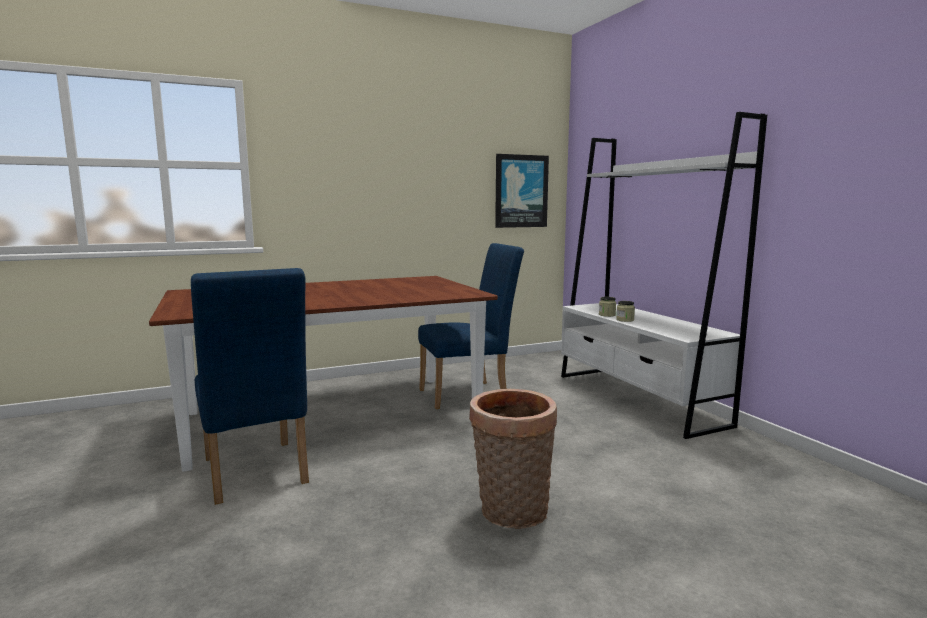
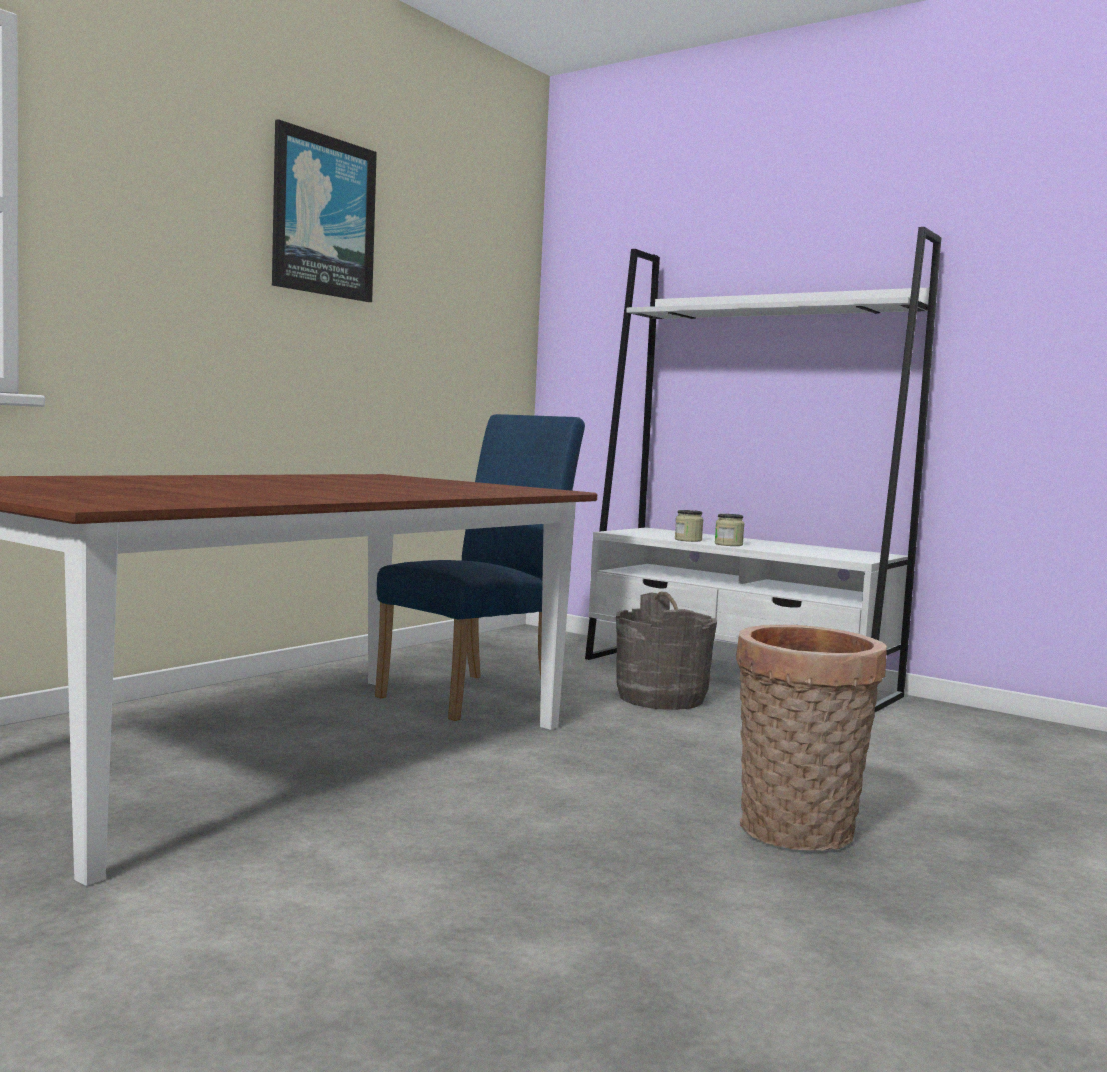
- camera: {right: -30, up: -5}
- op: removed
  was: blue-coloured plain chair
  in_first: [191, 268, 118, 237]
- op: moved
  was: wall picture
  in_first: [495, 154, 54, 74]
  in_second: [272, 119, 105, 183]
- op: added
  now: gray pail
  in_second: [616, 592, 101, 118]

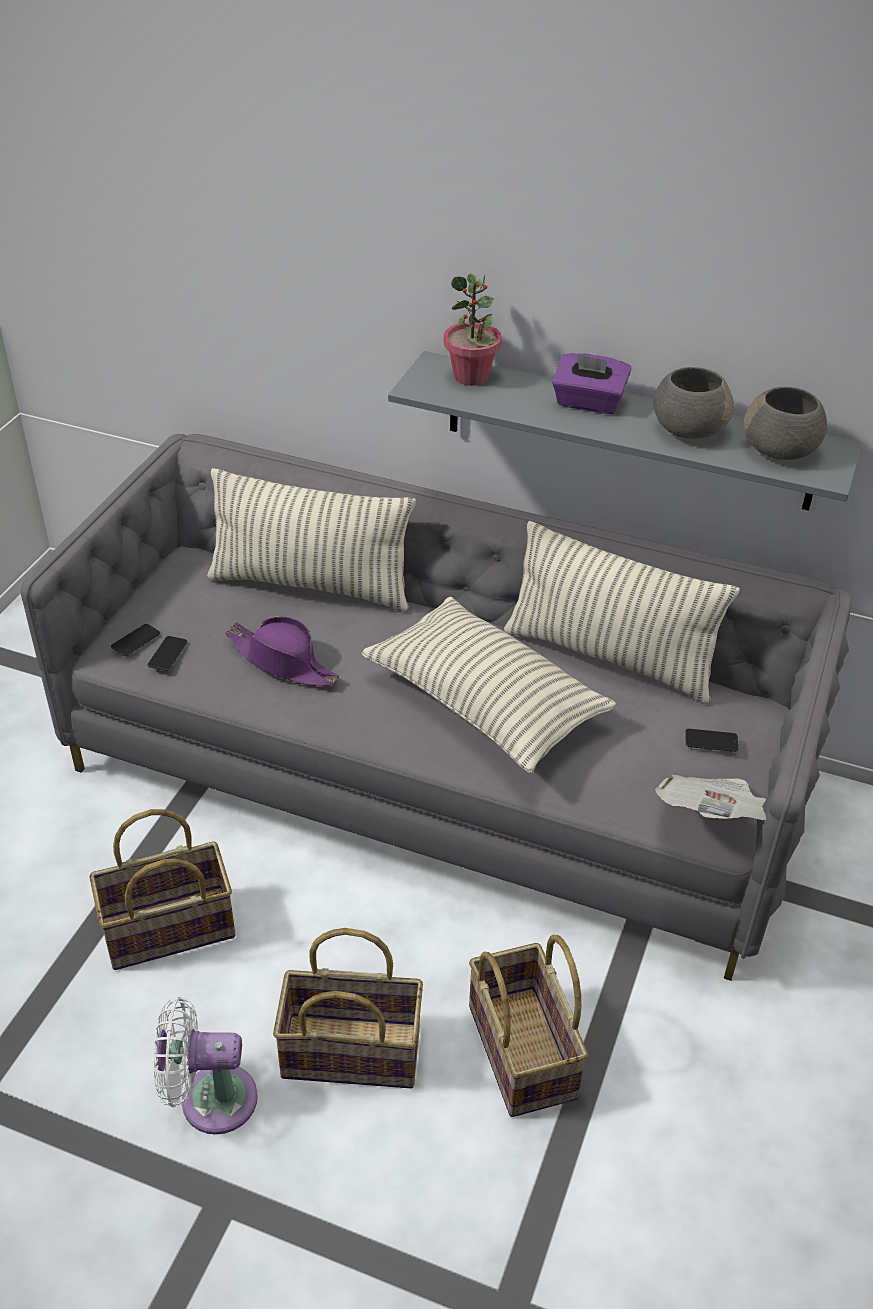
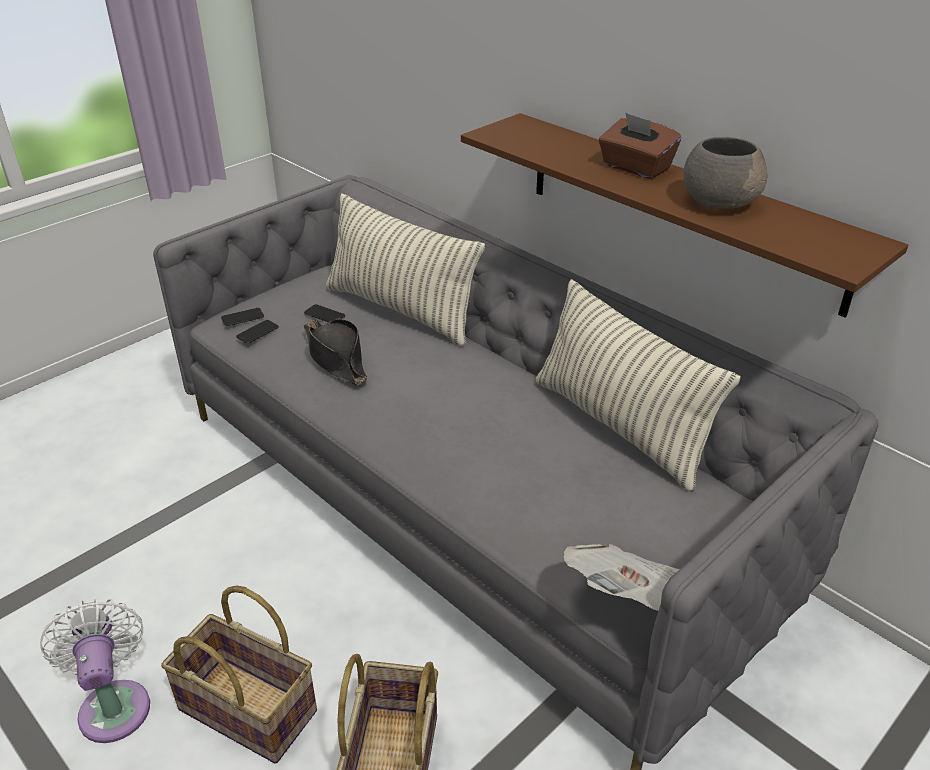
- camera: {right: 25, up: -5}
- op: removed
  was: household basket
  in_first: [89, 809, 147, 161]
- op: turned
  was: white cooling fan
  in_first: [154, 997, 104, 138]
  in_second: [40, 598, 110, 145]
  clockwise: 45
- op: recoloured
  was: purple wearable hat
  now: blackish wearable hat
  in_first: [225, 616, 114, 70]
  in_second: [304, 319, 64, 66]
- op: removed
  was: pillow
  in_first: [361, 597, 255, 177]
- op: recoloured
  was: gray wall shelf
  now: brownish wall shelf
  in_first: [388, 351, 475, 160]
  in_second: [461, 113, 447, 205]
- op: removed
  was: plant in a pot
  in_first: [444, 274, 58, 112]
- op: recoloured
  was: purple tissue box
  now: brownish tissue box
  in_first: [552, 353, 79, 61]
  in_second: [599, 112, 82, 67]
- op: moved
  was: phone
  in_first: [685, 729, 53, 23]
  in_second: [304, 304, 41, 18]
- op: removed
  was: gray serving bowl
  in_first: [744, 387, 83, 73]

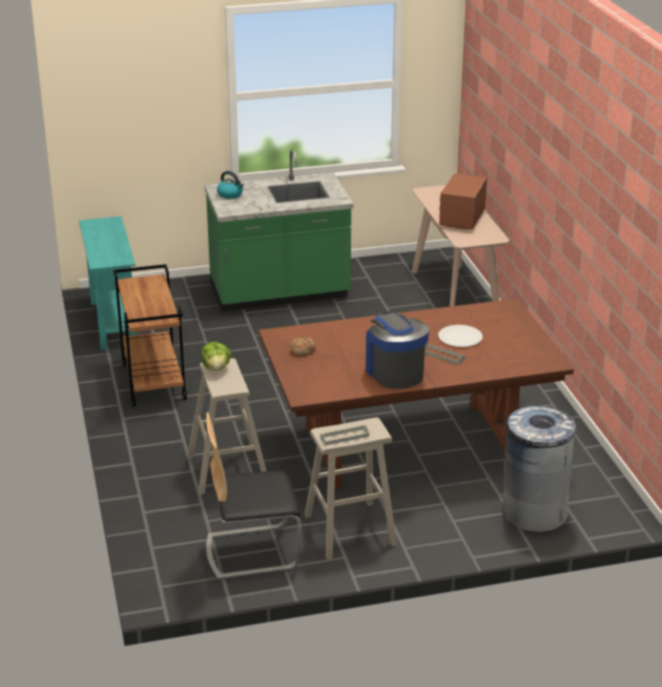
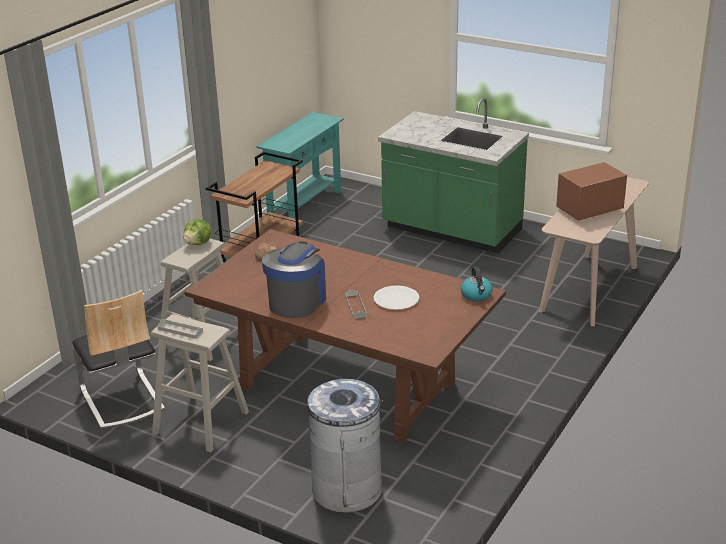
- camera: {right: 45, up: 0}
- op: turned
  was: plain chair
  in_first: [206, 412, 95, 168]
  in_second: [72, 290, 93, 139]
  clockwise: -150
- op: moved
  was: water kettle
  in_first: [217, 171, 27, 28]
  in_second: [460, 267, 33, 35]

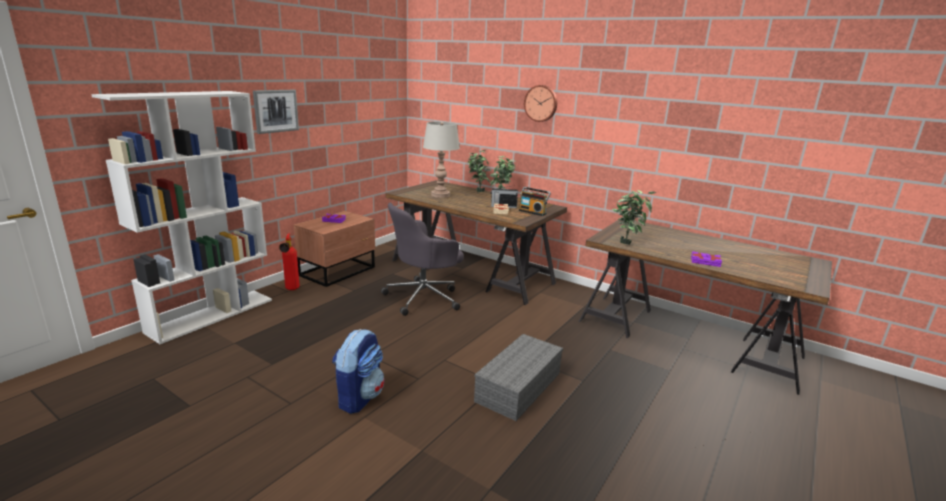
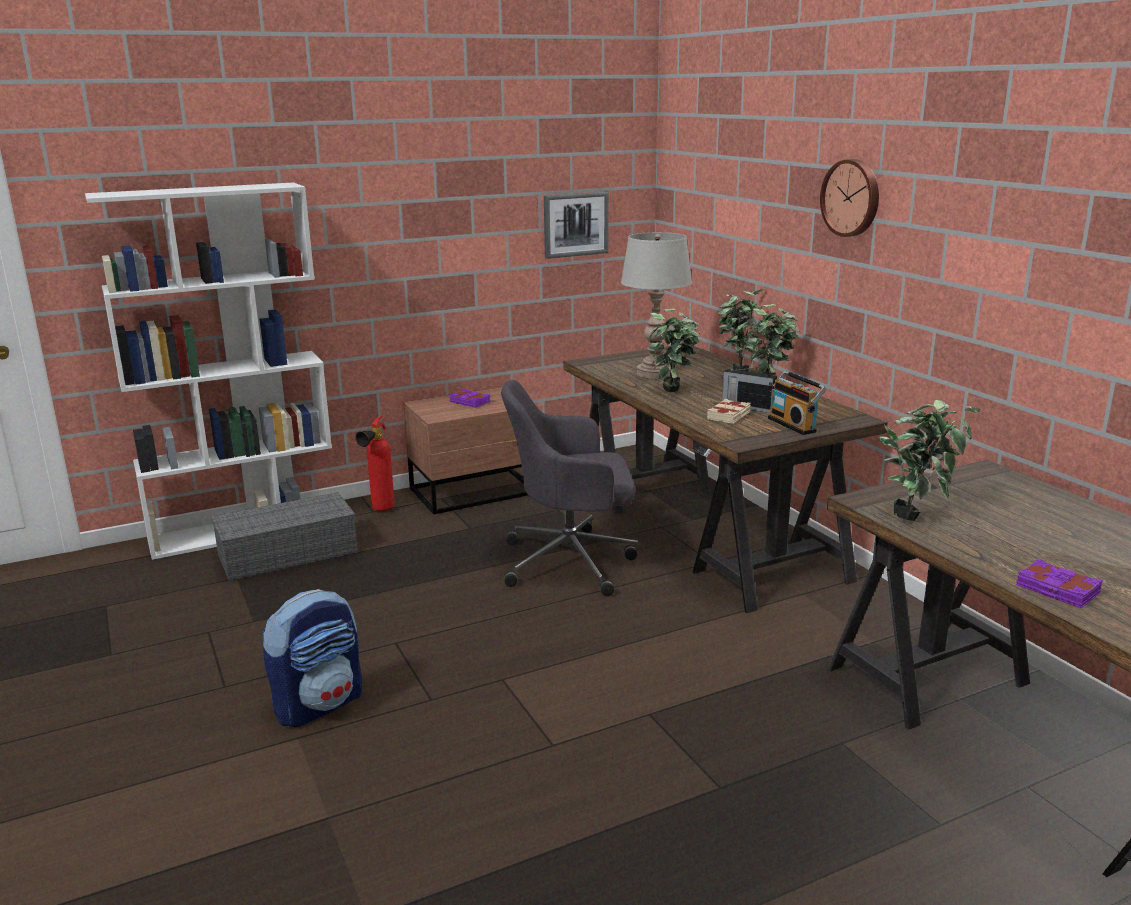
- camera: {right: 30, up: 0}
- op: moved
  was: wall picture
  in_first: [253, 90, 46, 44]
  in_second: [544, 192, 65, 67]
- op: moved
  was: gray storage bin
  in_first: [474, 334, 89, 87]
  in_second: [211, 492, 147, 89]
- op: added
  now: plant in a pot
  in_second: [648, 308, 52, 84]

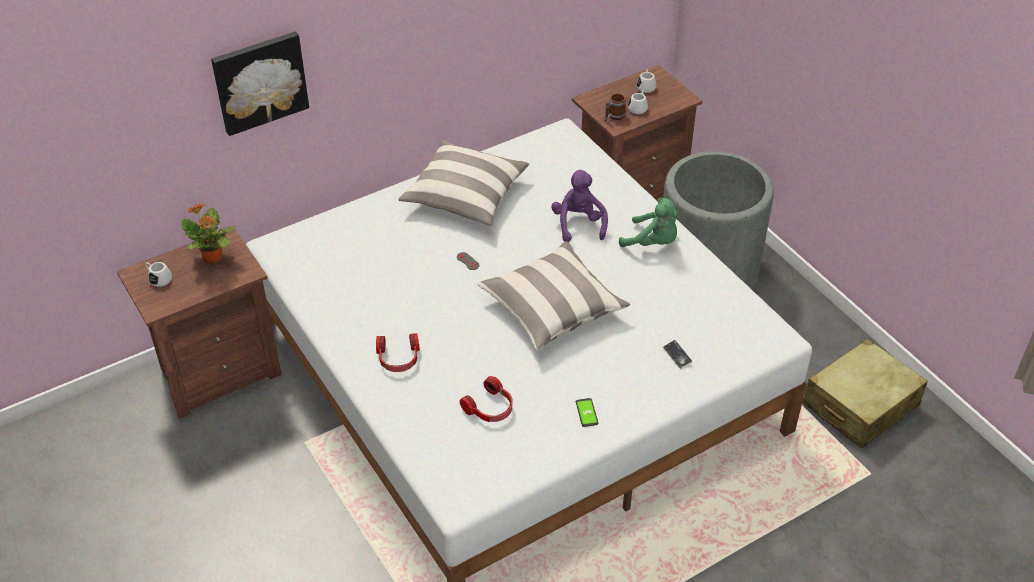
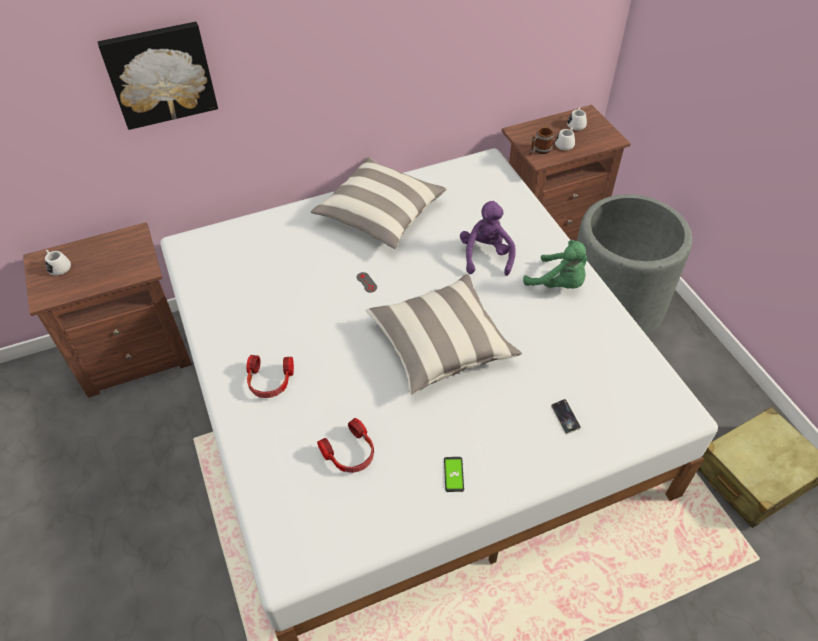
- camera: {right: 10, up: 5}
- op: removed
  was: plant in a pot
  in_first: [181, 204, 55, 60]

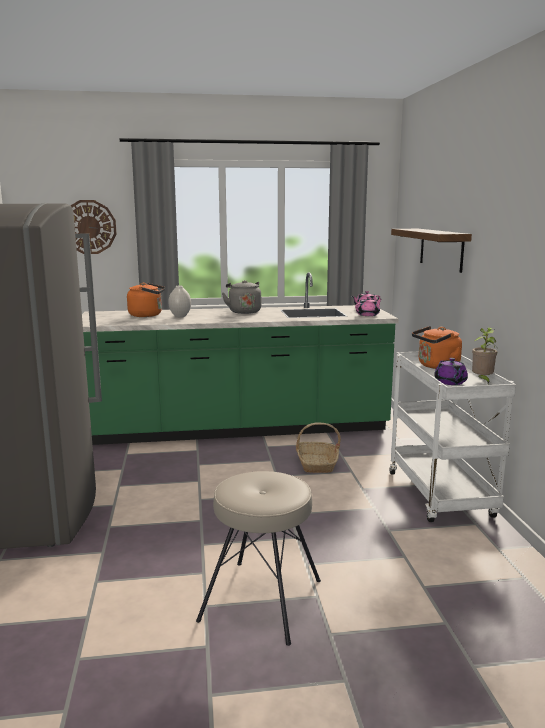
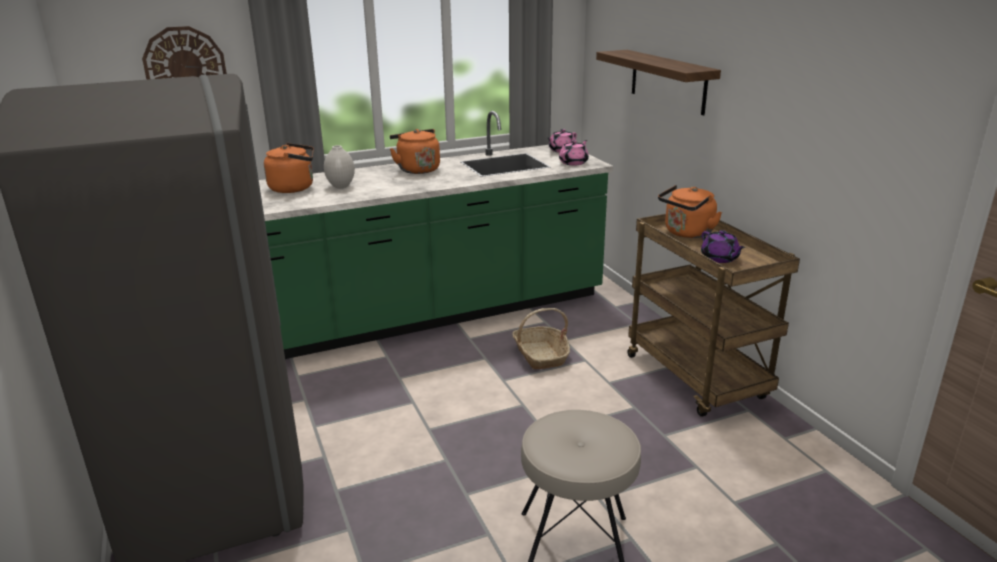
- camera: {right: -15, up: 10}
- op: recoloured
  was: gray water kettle
  now: orange water kettle
  in_first: [222, 280, 39, 34]
  in_second: [390, 129, 50, 45]
- op: recoloured
  was: white wheeled cart
  now: brownish wheeled cart
  in_first: [389, 352, 127, 170]
  in_second: [627, 214, 173, 203]
- op: removed
  was: plant in a pot
  in_first: [472, 327, 25, 57]

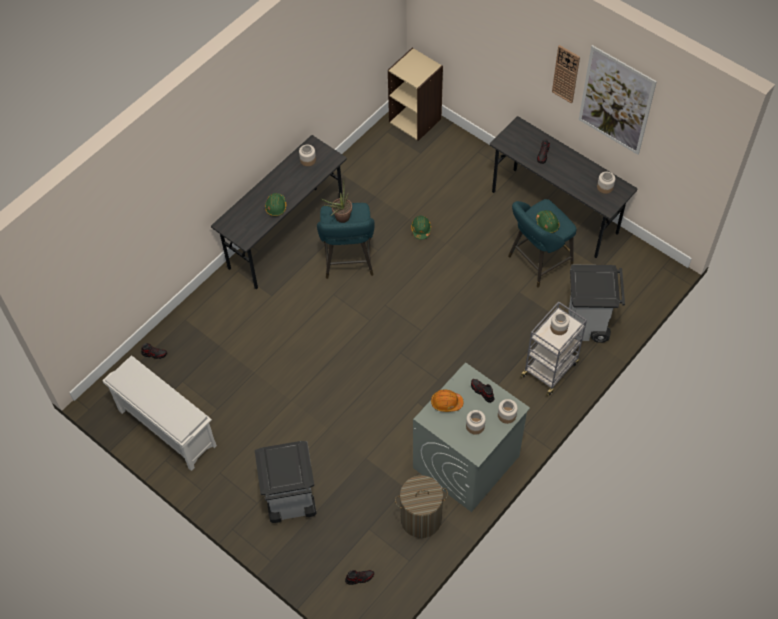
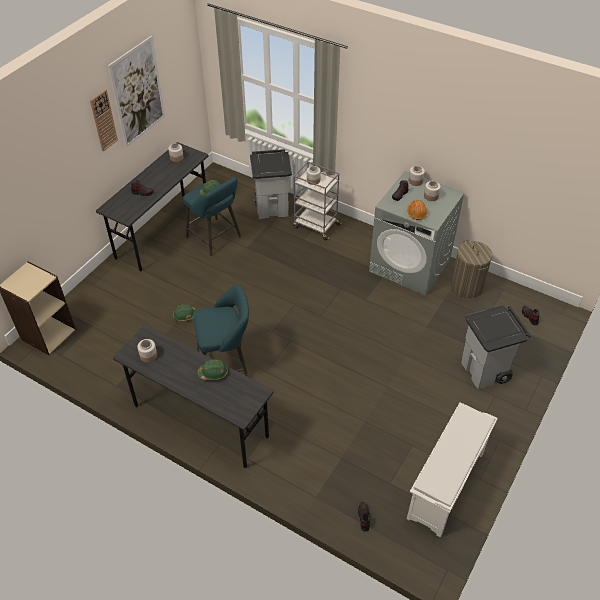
- camera: {right: -100, up: -10}
- op: removed
  was: plant in a pot
  in_first: [321, 179, 31, 44]

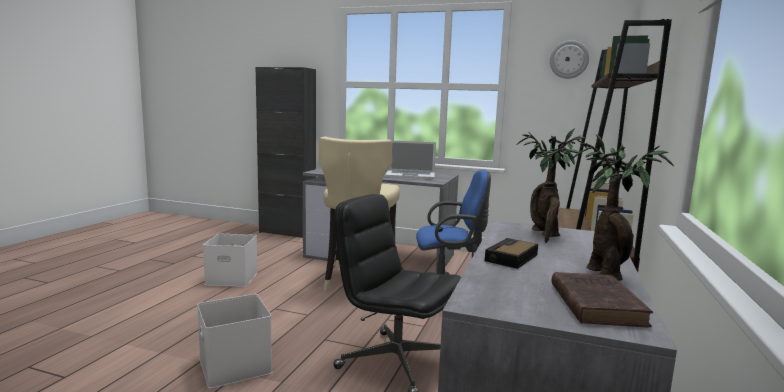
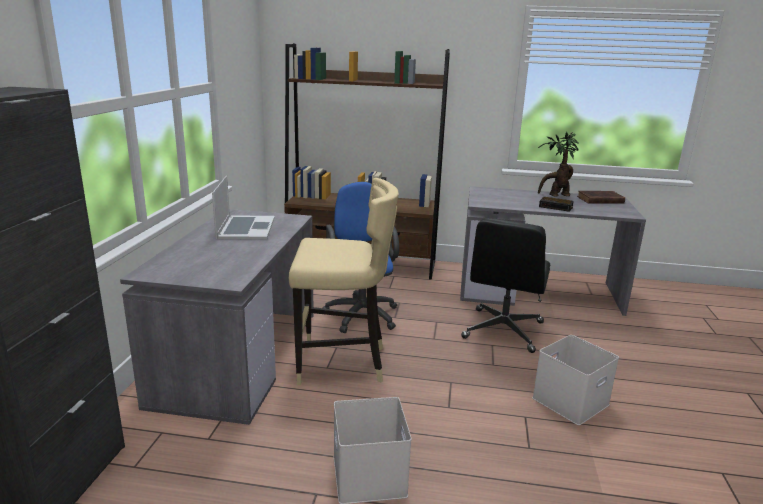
- camera: {right: -100, up: 10}
- op: removed
  was: plant in a pot
  in_first: [516, 129, 71, 114]
- op: removed
  was: wall clock
  in_first: [550, 40, 39, 39]

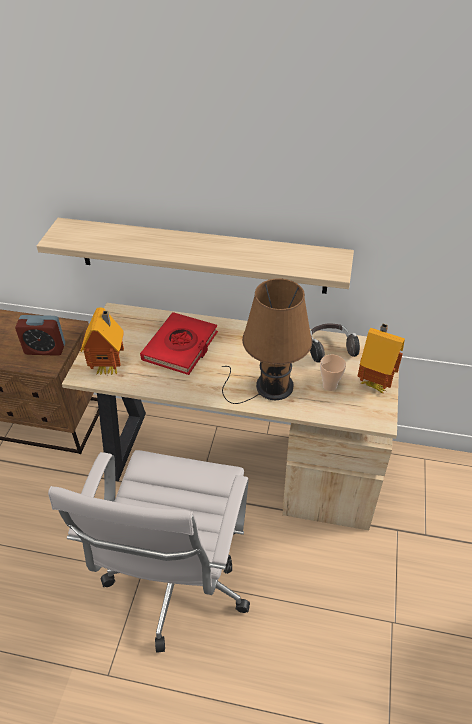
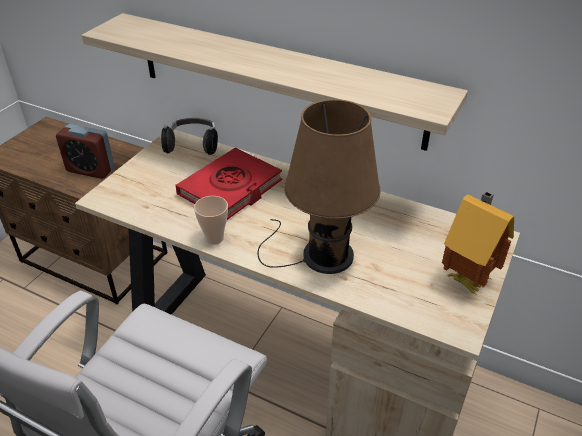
- camera: {right: 15, up: -5}
- op: removed
  was: toy house
  in_first: [80, 307, 44, 69]
- op: moved
  was: pair of headphones
  in_first: [310, 324, 50, 39]
  in_second: [161, 118, 57, 37]
- op: moved
  was: small cup
  in_first: [320, 354, 26, 37]
  in_second: [194, 196, 34, 49]

